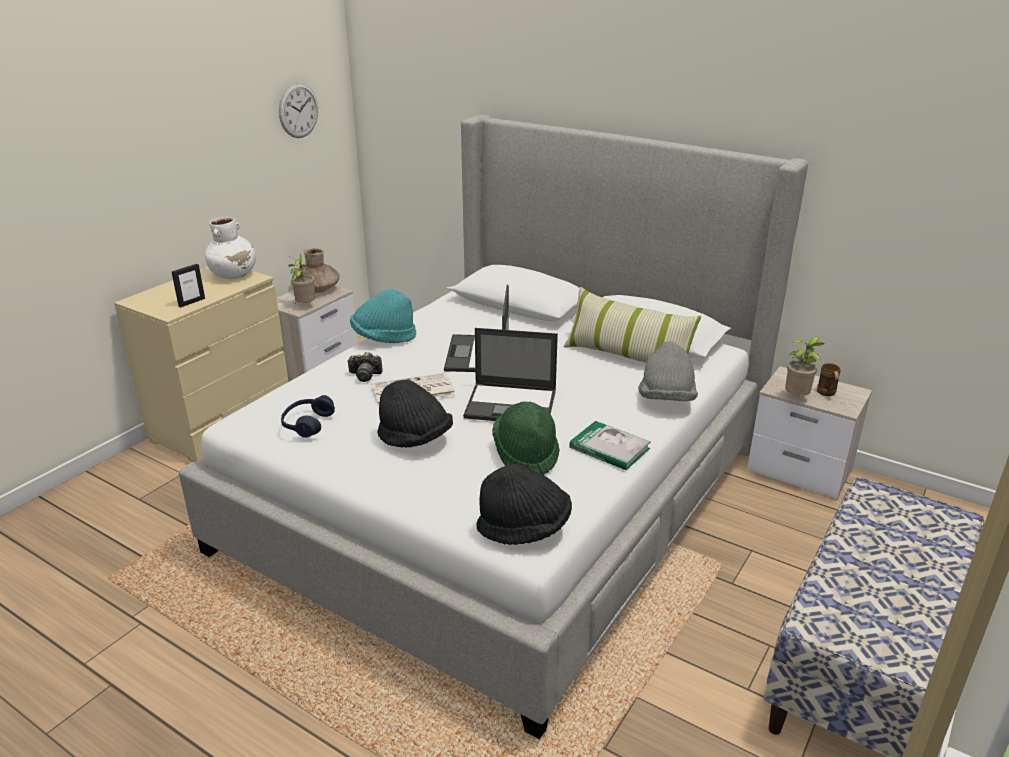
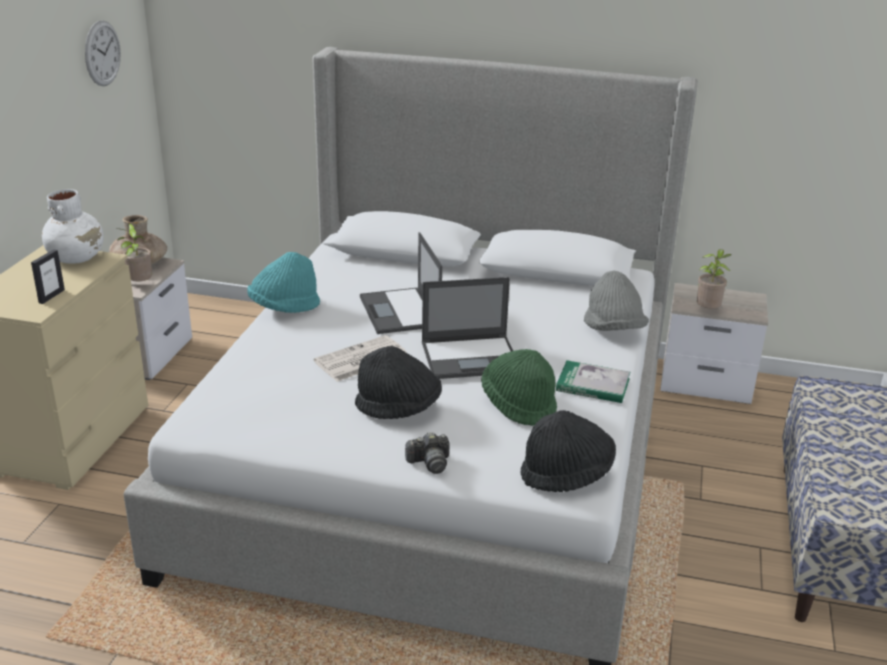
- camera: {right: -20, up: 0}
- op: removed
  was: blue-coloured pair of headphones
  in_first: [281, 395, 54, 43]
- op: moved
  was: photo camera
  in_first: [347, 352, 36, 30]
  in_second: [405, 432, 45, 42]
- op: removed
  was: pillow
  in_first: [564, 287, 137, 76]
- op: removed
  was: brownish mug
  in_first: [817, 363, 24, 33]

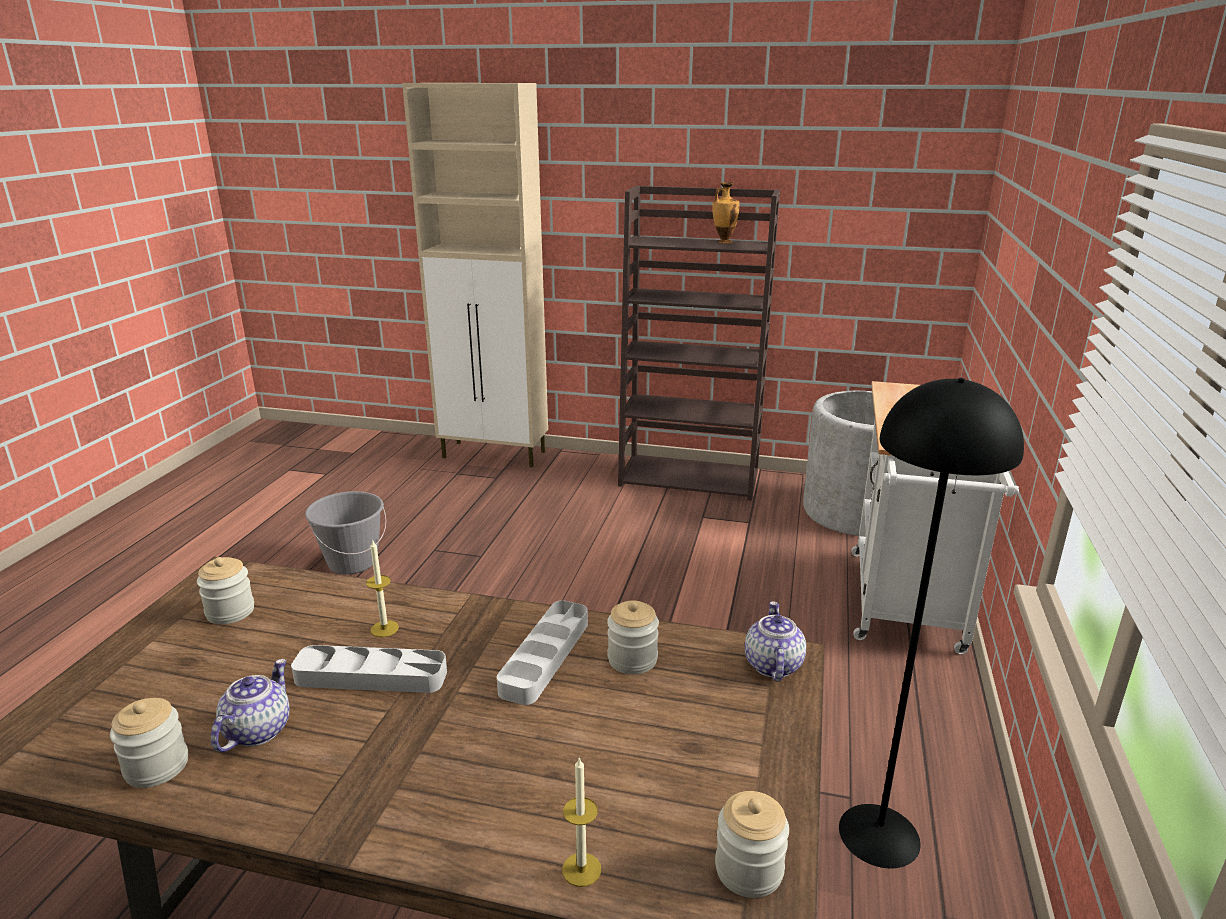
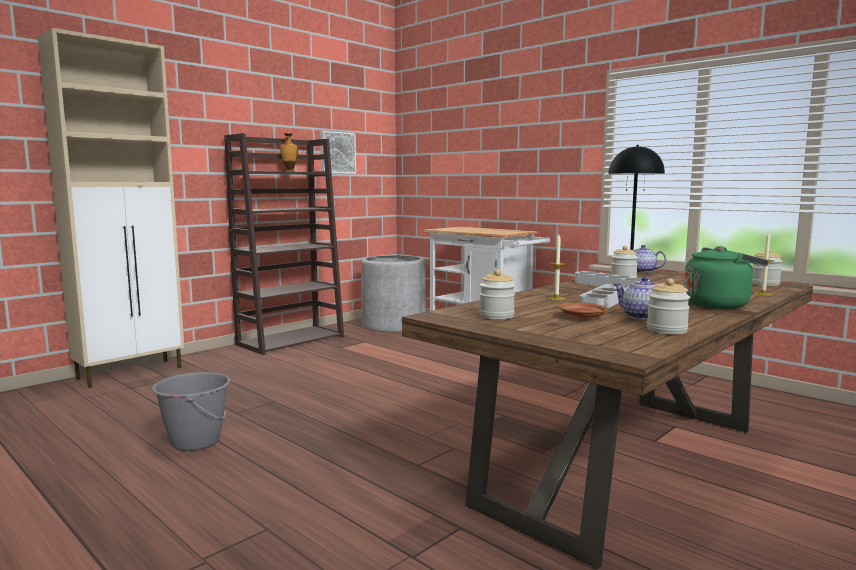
- camera: {right: -60, up: -15}
- op: added
  now: wall picture
  in_second: [320, 131, 36, 43]
- op: added
  now: brownish plate
  in_second: [559, 302, 49, 17]
- op: added
  now: greenish water kettle
  in_second: [684, 246, 84, 63]

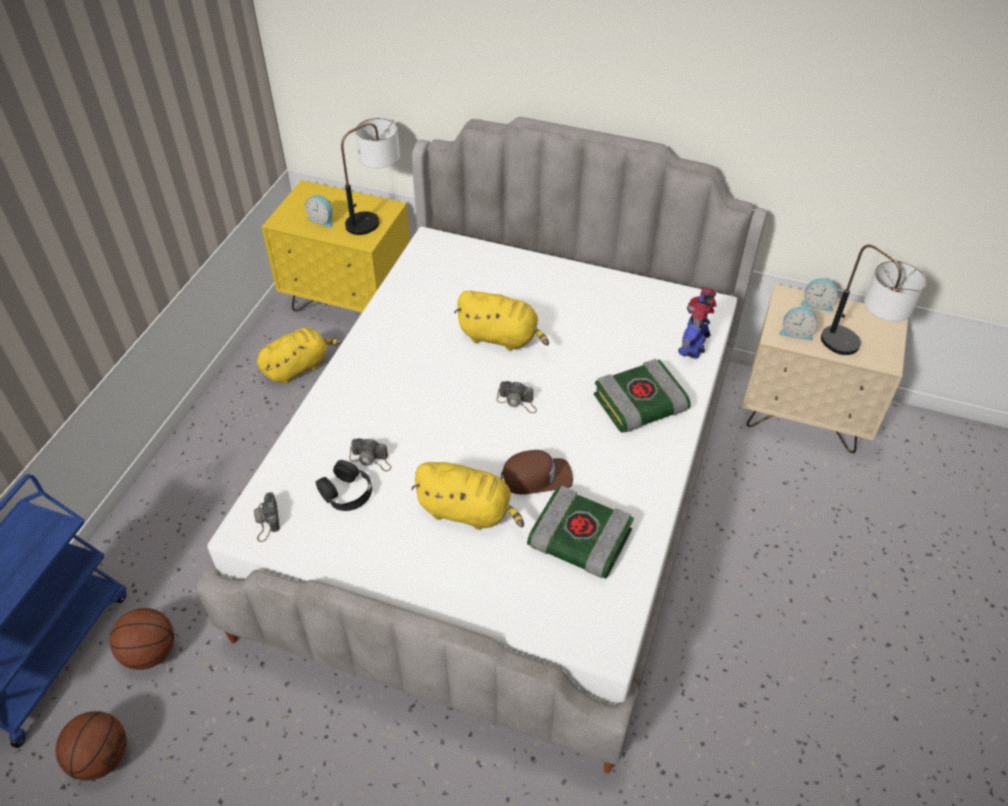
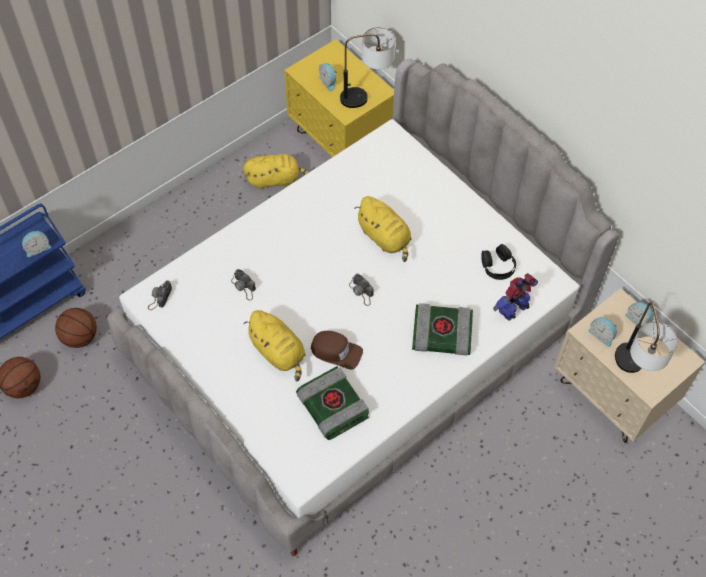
- camera: {right: 30, up: 10}
- op: moved
  was: blackish pair of headphones
  in_first: [316, 460, 56, 51]
  in_second: [481, 244, 35, 36]
- op: added
  now: bedside clock
  in_second: [22, 230, 29, 27]

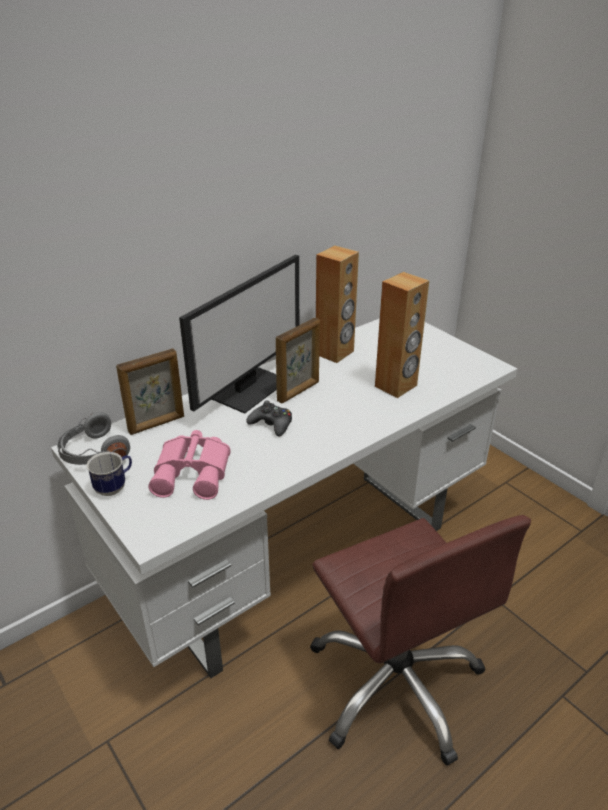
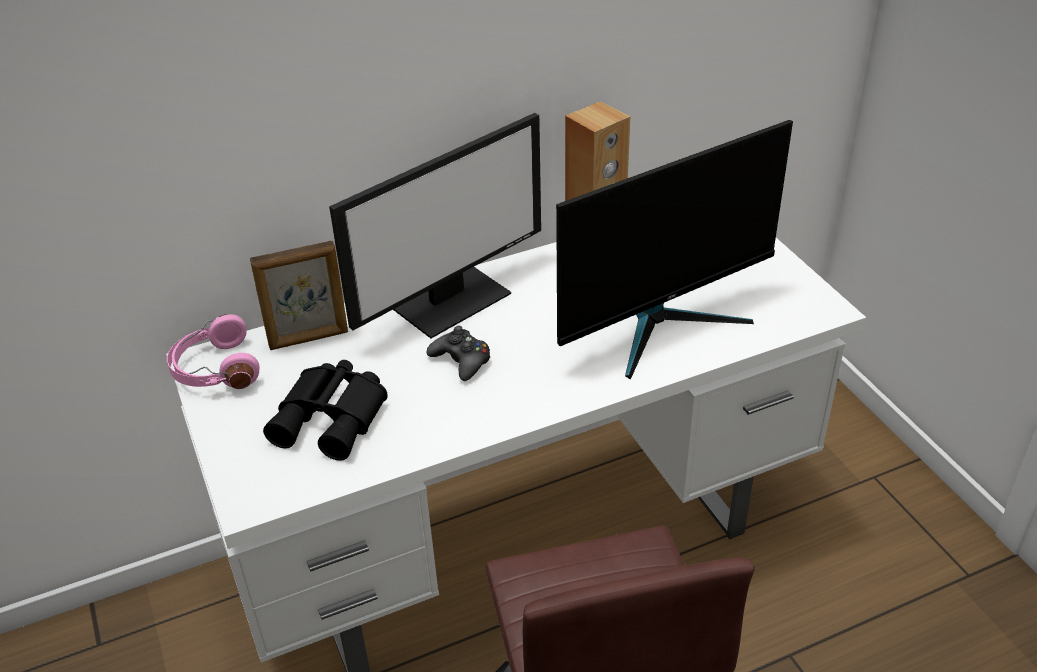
- camera: {right: 15, up: 5}
- op: recoloured
  was: gray pair of headphones
  now: pinkish pair of headphones
  in_first: [57, 412, 73, 53]
  in_second: [167, 314, 92, 75]
- op: removed
  was: mug
  in_first: [87, 452, 45, 44]
- op: recoloured
  was: pinkish field glasses
  now: blackish field glasses
  in_first: [149, 430, 82, 70]
  in_second: [263, 360, 125, 101]
- op: removed
  was: photo frame
  in_first: [276, 318, 44, 86]
- op: replaced
  was: brownish loudspeaker
  now: computer display
  in_first: [375, 272, 54, 126]
  in_second: [556, 120, 237, 260]

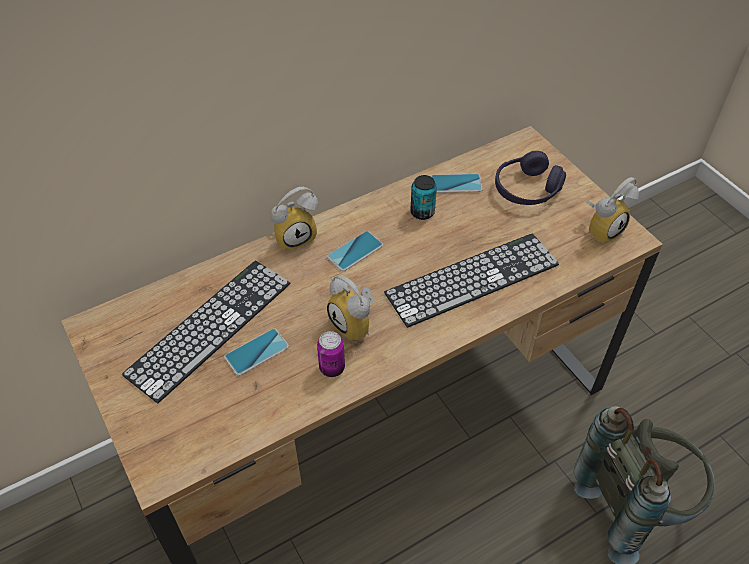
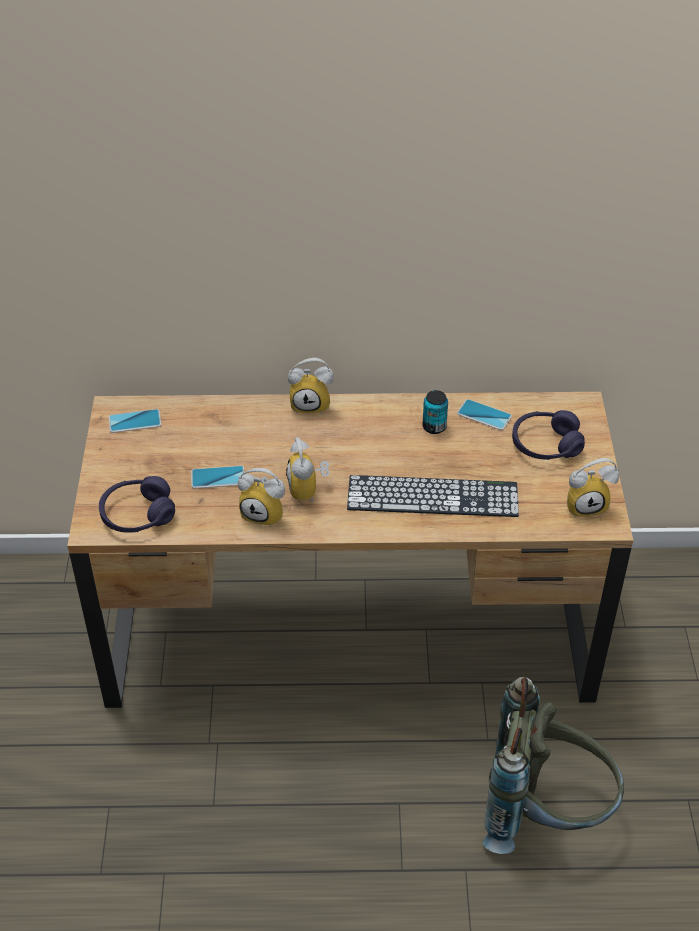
- camera: {right: 30, up: -5}
- op: removed
  was: PC keyboard
  in_first: [122, 261, 169, 142]
- op: replaced
  was: can
  now: bedside clock
  in_first: [317, 331, 28, 46]
  in_second: [238, 468, 47, 59]
- op: moved
  was: phone
  in_first: [327, 231, 56, 40]
  in_second: [109, 409, 52, 24]
- op: added
  now: purple pair of headphones
  in_second: [99, 476, 76, 57]

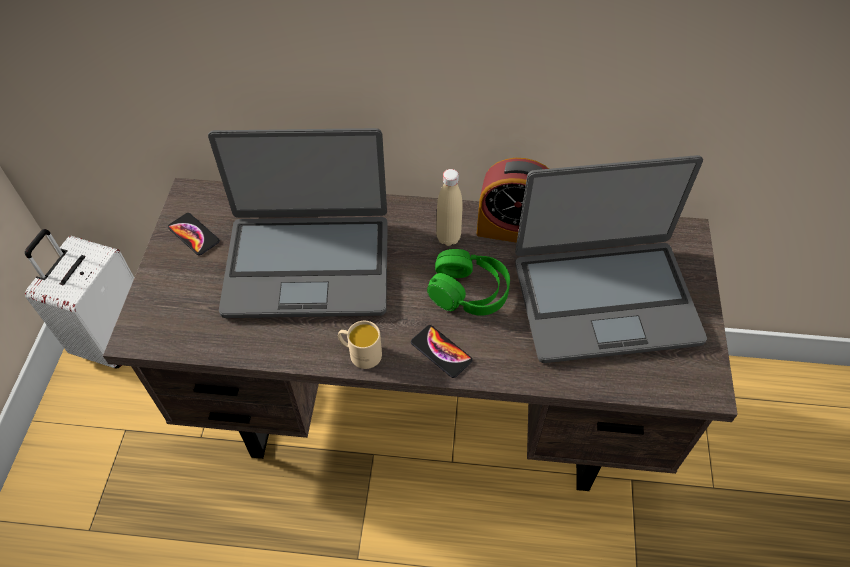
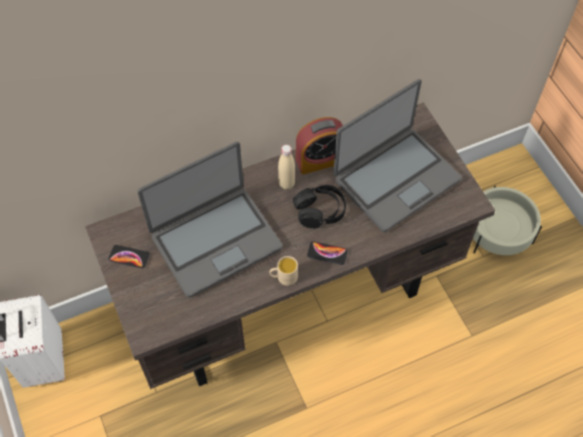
- camera: {right: -30, up: 5}
- op: recoloured
  was: greenish pair of headphones
  now: blackish pair of headphones
  in_first: [427, 249, 83, 67]
  in_second: [293, 185, 53, 44]
- op: added
  now: beige-coloured flower pot
  in_second: [473, 186, 69, 69]

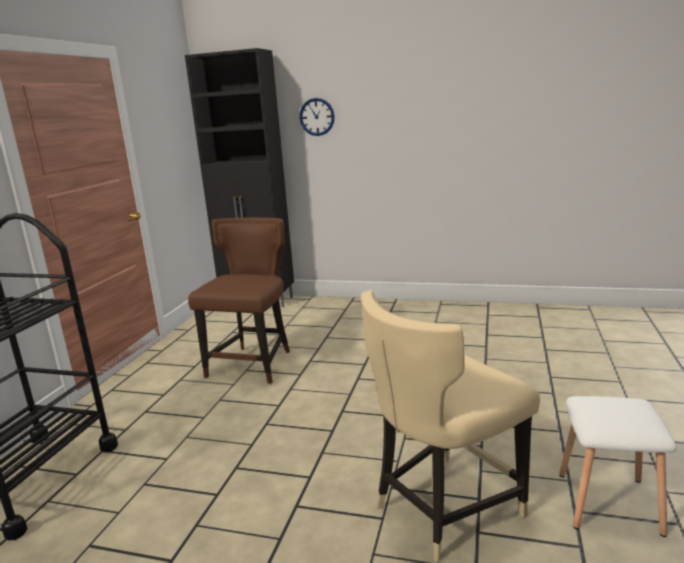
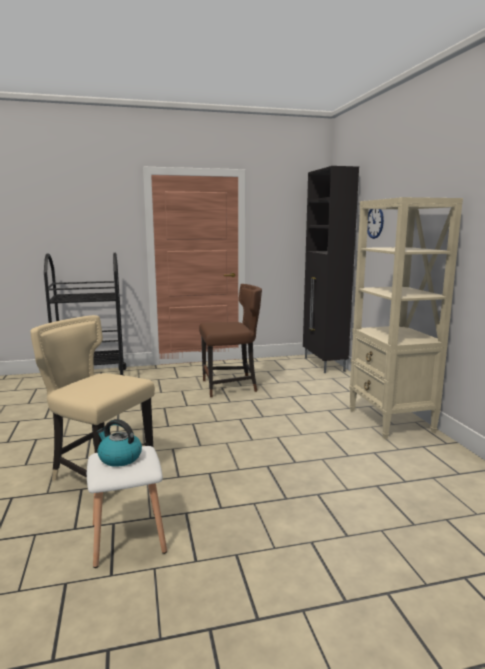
- camera: {right: 60, up: -5}
- op: added
  now: water kettle
  in_second: [97, 419, 45, 48]
- op: added
  now: beige-coloured bookcase
  in_second: [349, 197, 114, 242]

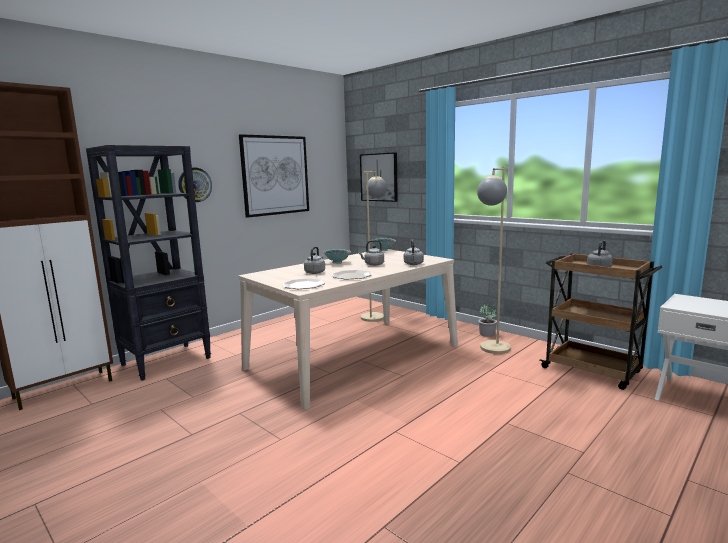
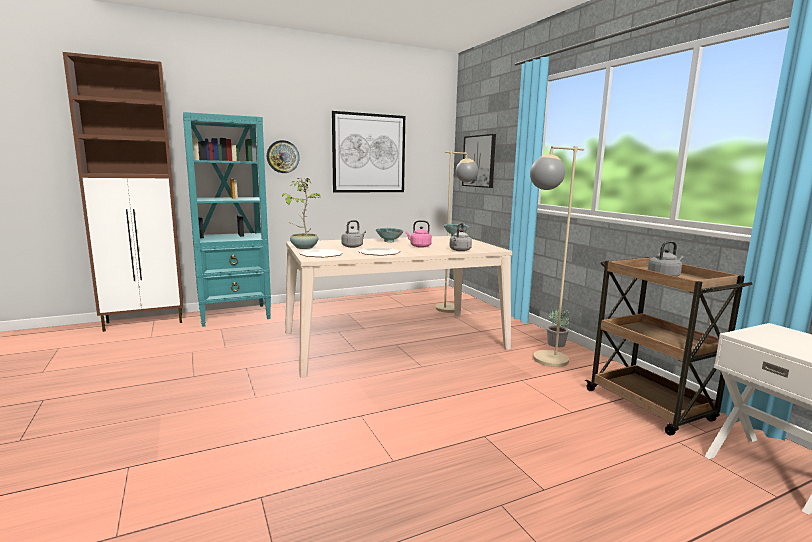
- camera: {right: 20, up: 0}
- op: recoloured
  was: blackish bookcase
  now: turquoise-coloured bookcase
  in_first: [86, 145, 125, 236]
  in_second: [183, 112, 88, 215]
- op: recoloured
  was: gray water kettle
  now: pinkish water kettle
  in_first: [358, 240, 26, 26]
  in_second: [405, 220, 27, 28]
- op: added
  now: plant in a pot
  in_second: [282, 178, 39, 71]

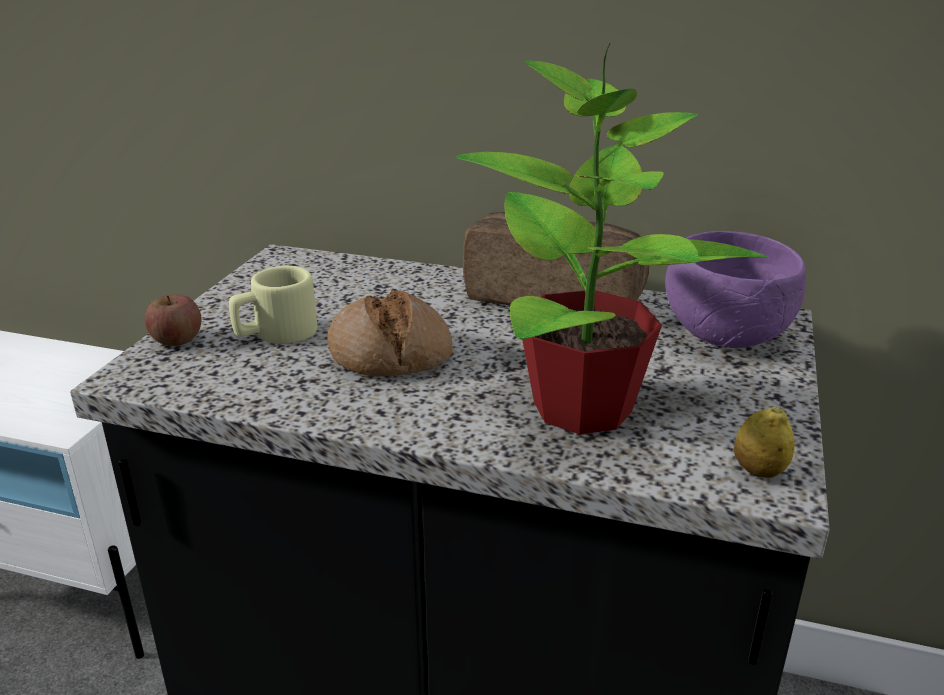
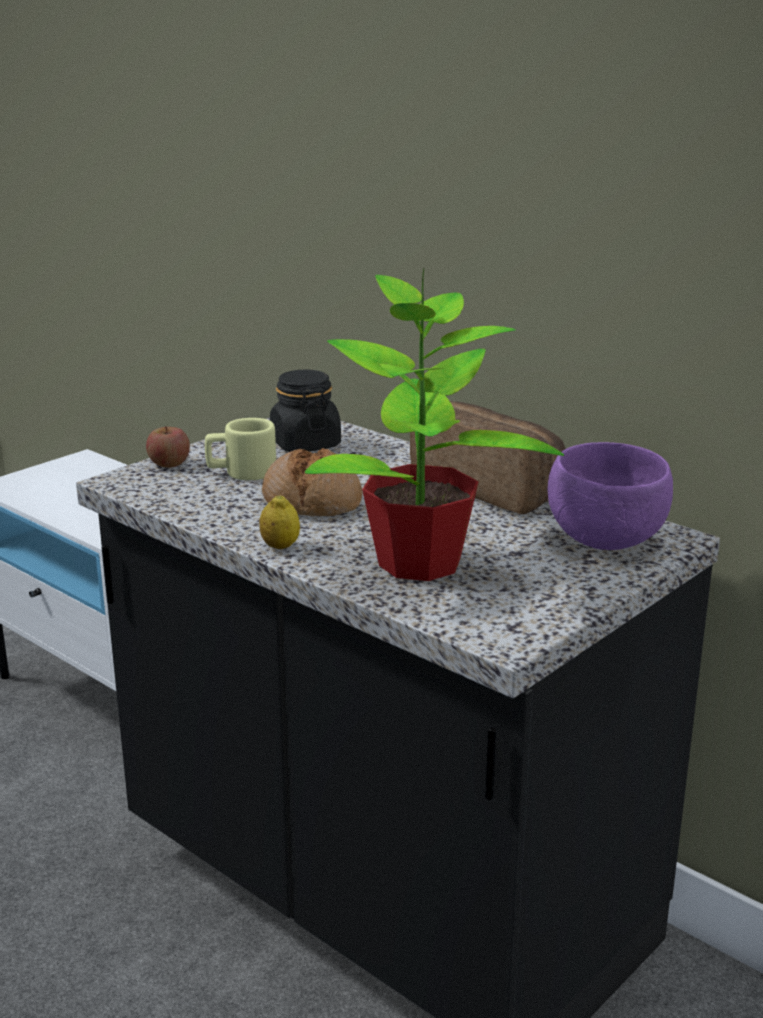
- camera: {right: 25, up: -5}
- op: moved
  was: whole lemon
  in_first: [734, 407, 61, 71]
  in_second: [259, 495, 41, 54]
- op: added
  now: blackish jar
  in_second: [270, 370, 71, 82]

